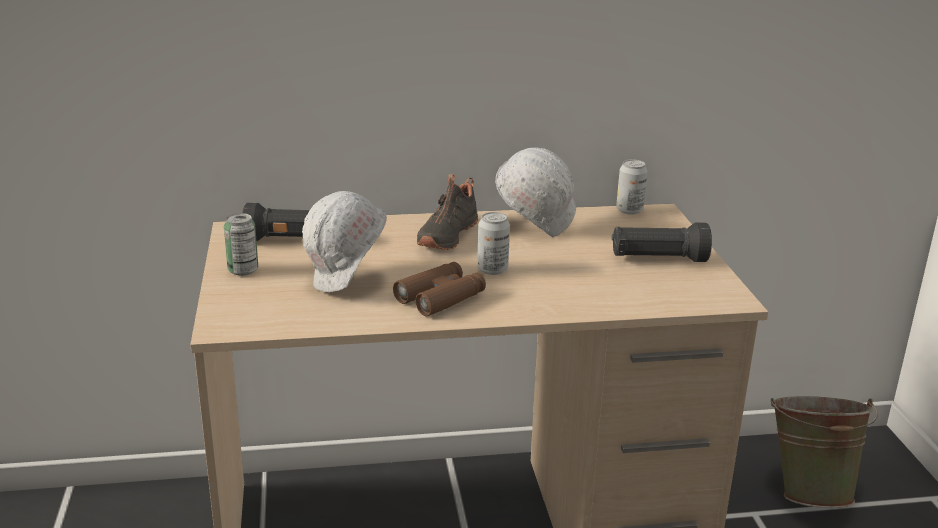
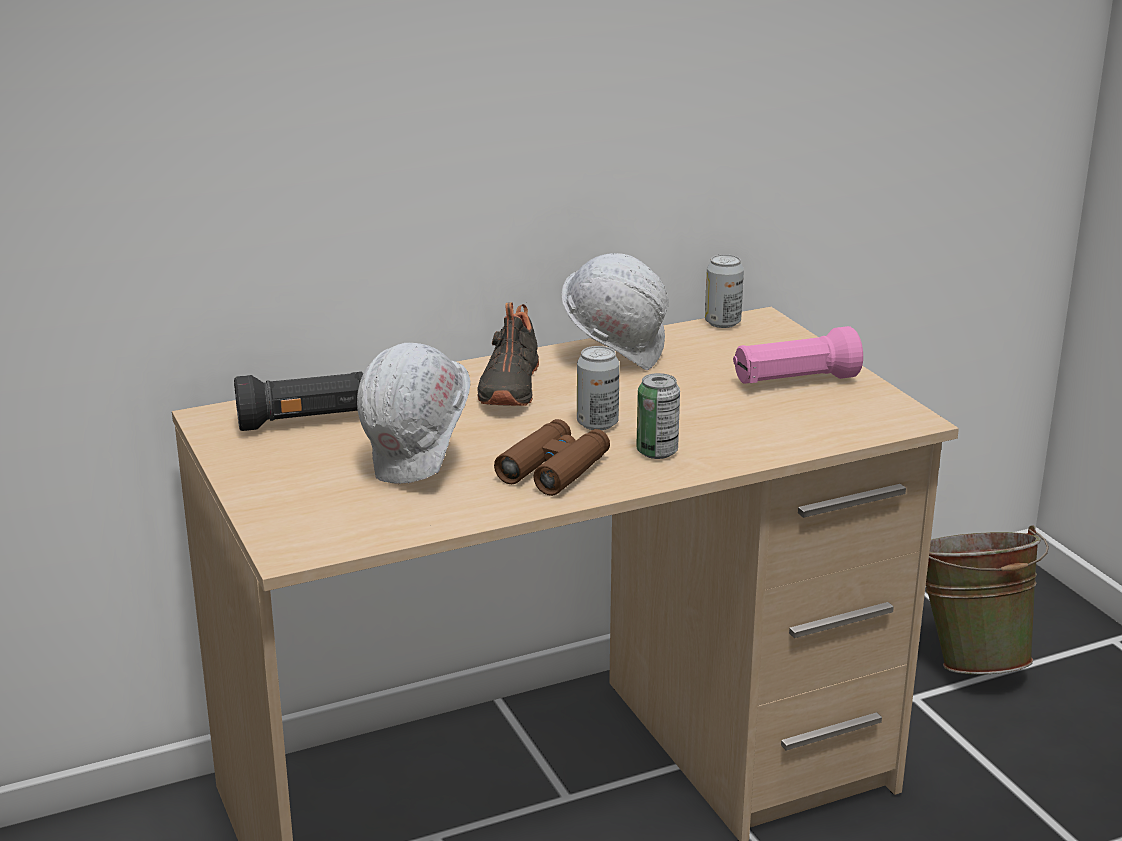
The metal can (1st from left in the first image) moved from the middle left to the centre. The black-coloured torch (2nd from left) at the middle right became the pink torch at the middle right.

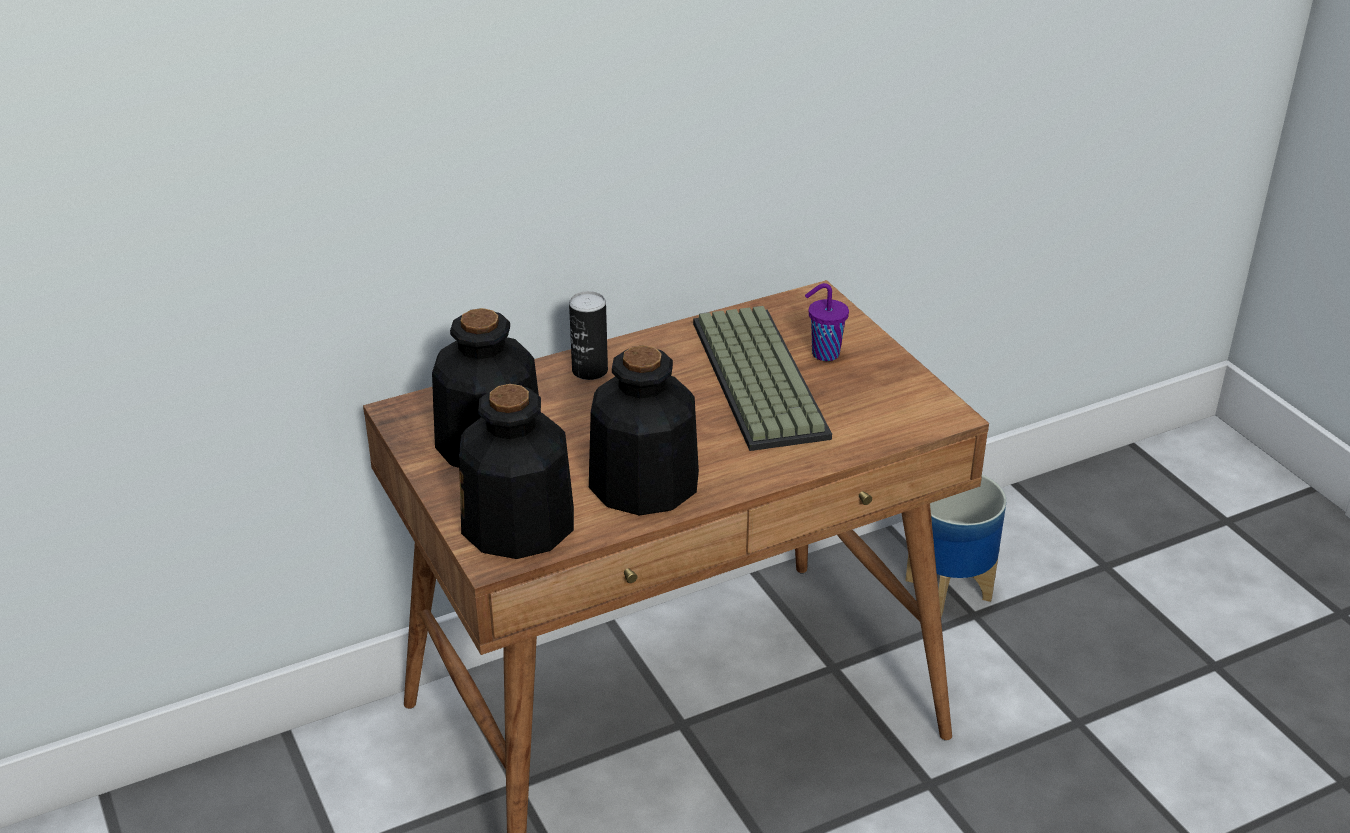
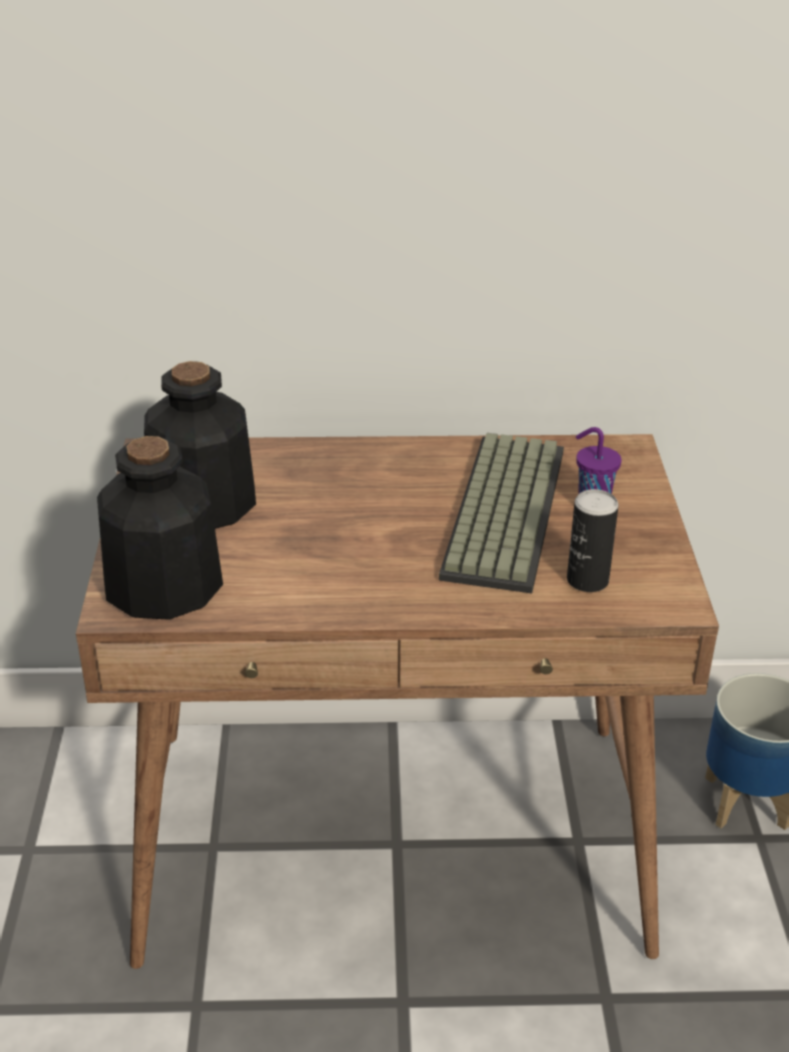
The metal can moved from the centre to the middle right. The drink bottle (3rd from left) at the centre disappeared.

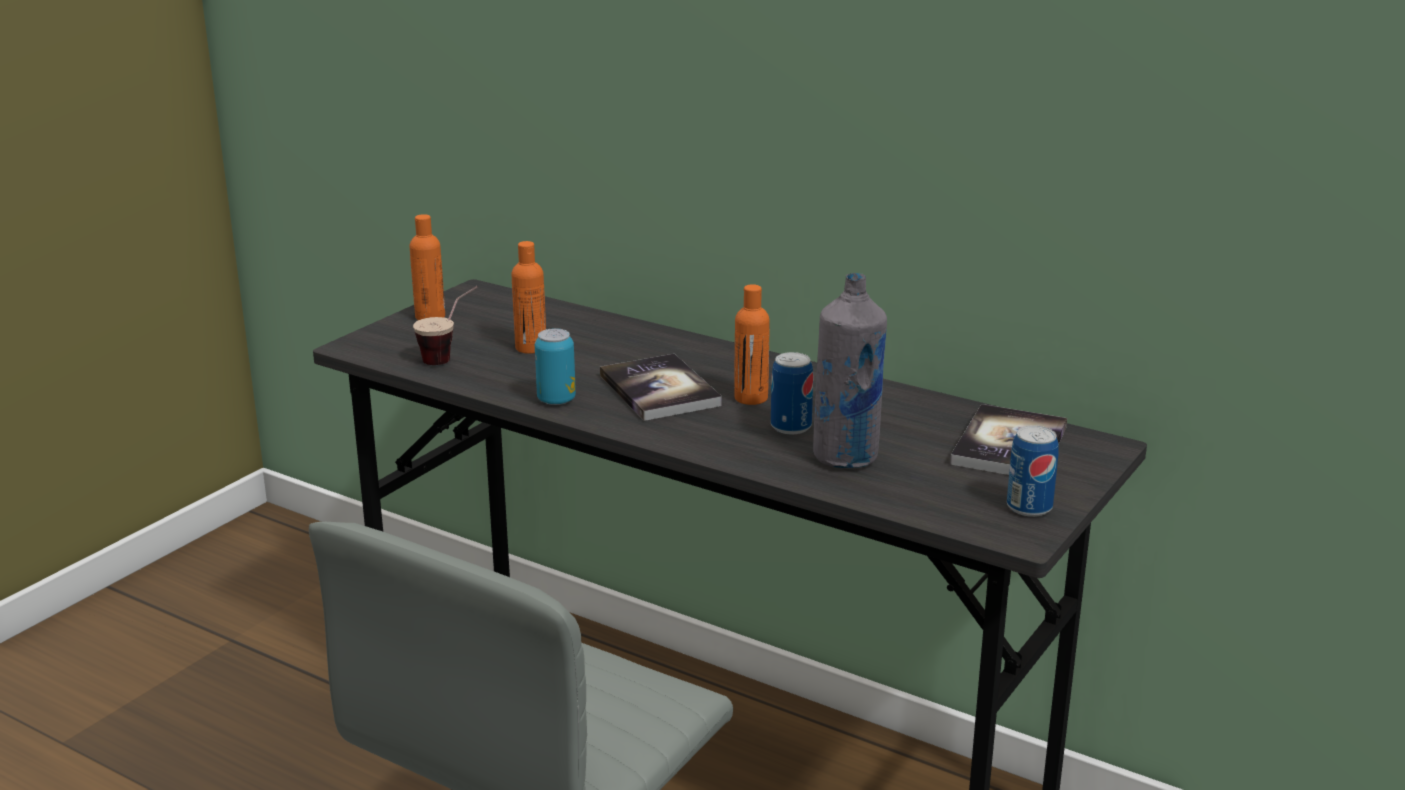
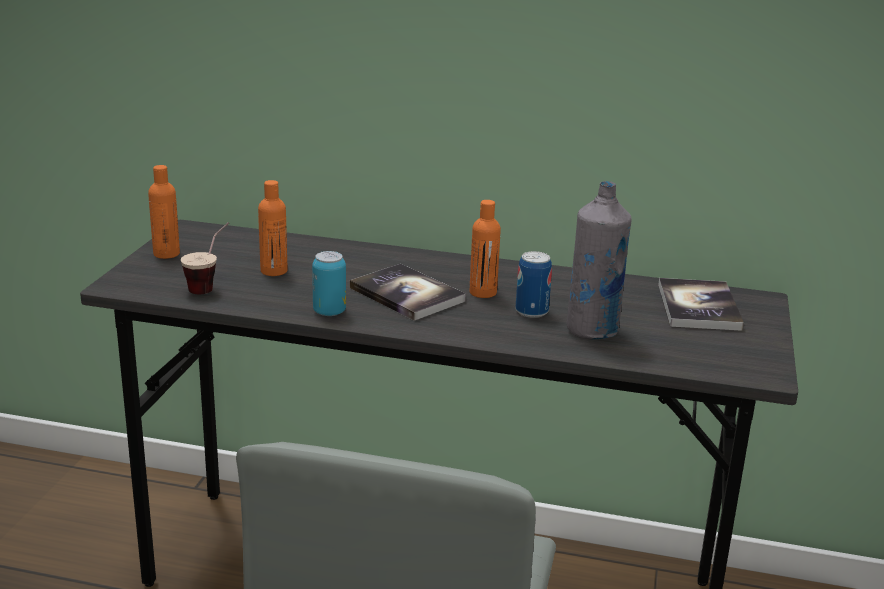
The metal can (3rd from left) at the middle right disappeared.

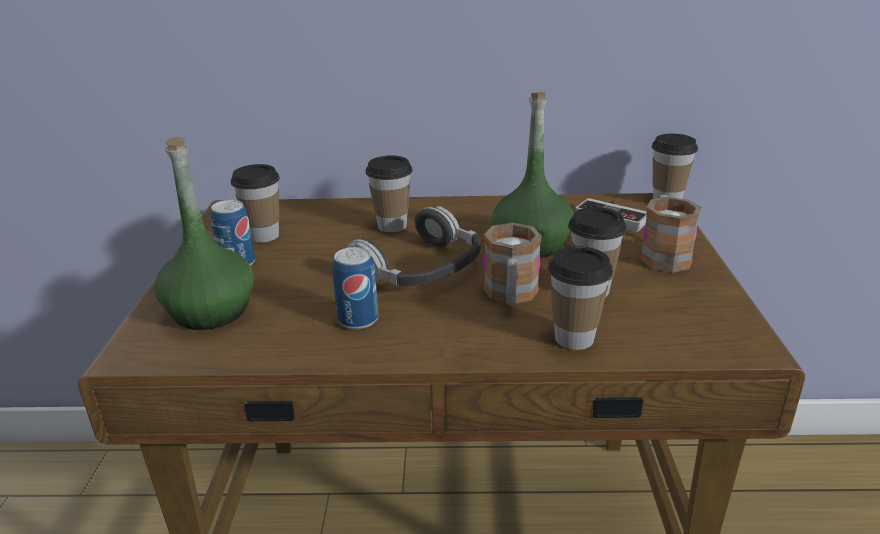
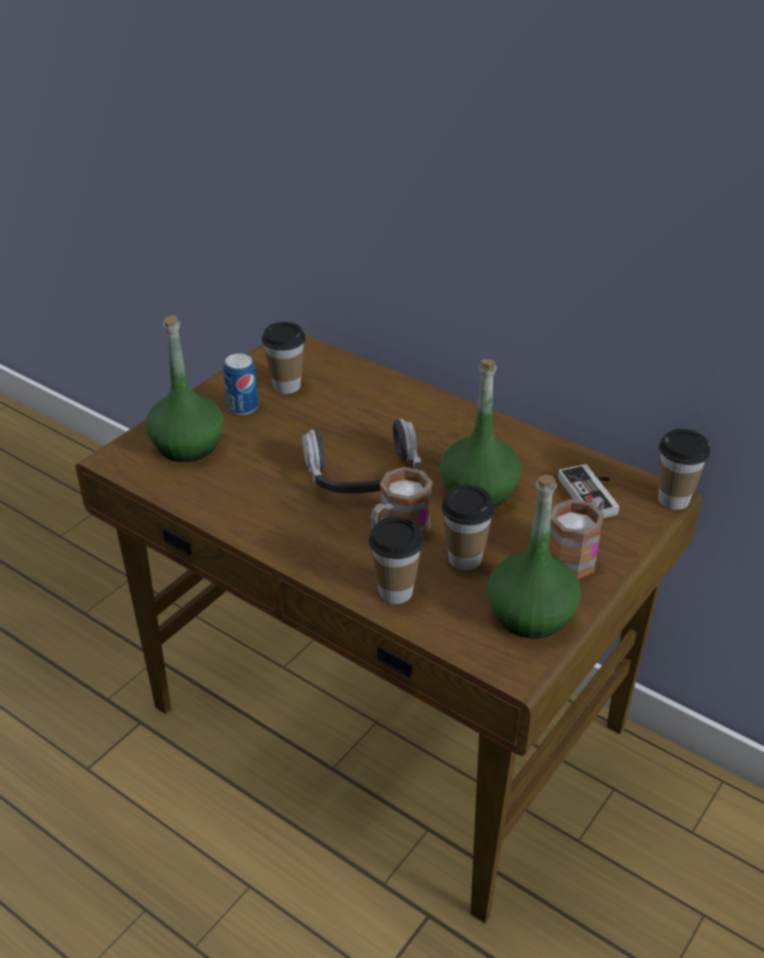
The green-coloured drink bottle (3rd from left) at the middle right appeared. The metal can (2nd from left) at the centre disappeared. The cup (2nd from left) at the centre disappeared.

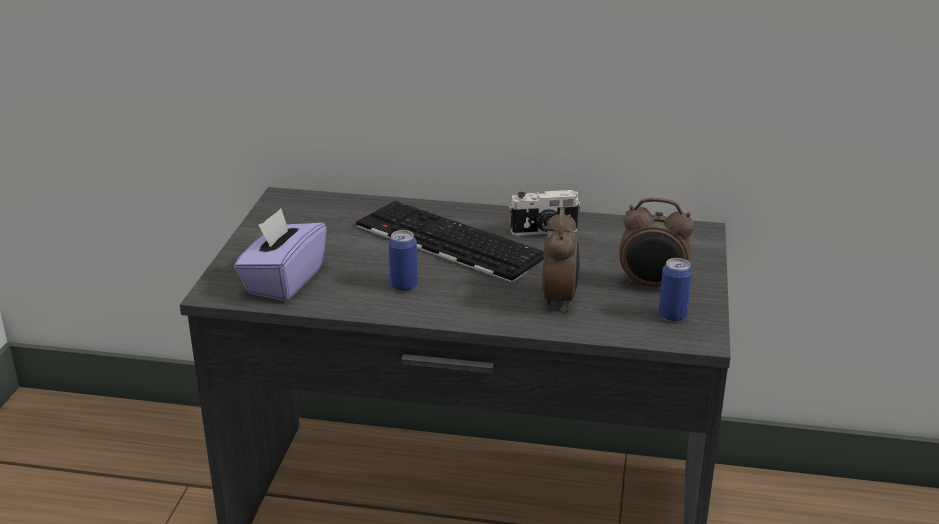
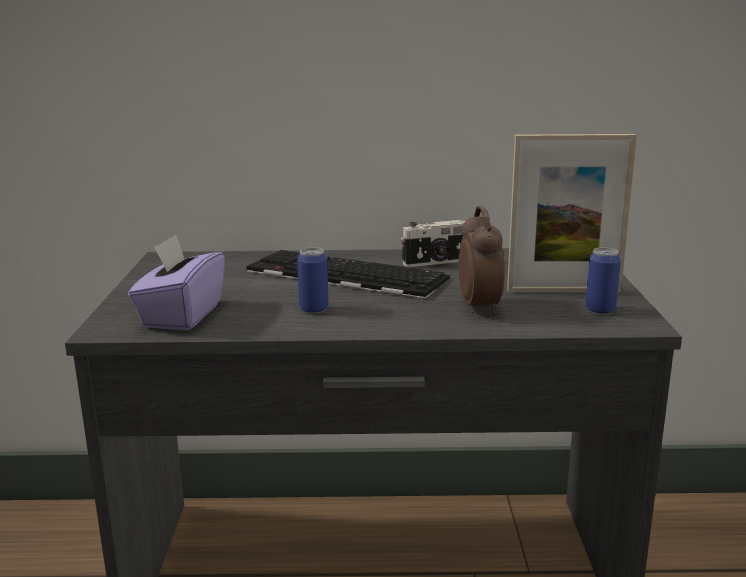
The alarm clock (2nd from left) at the middle right was replaced by the photo frame at the middle right.

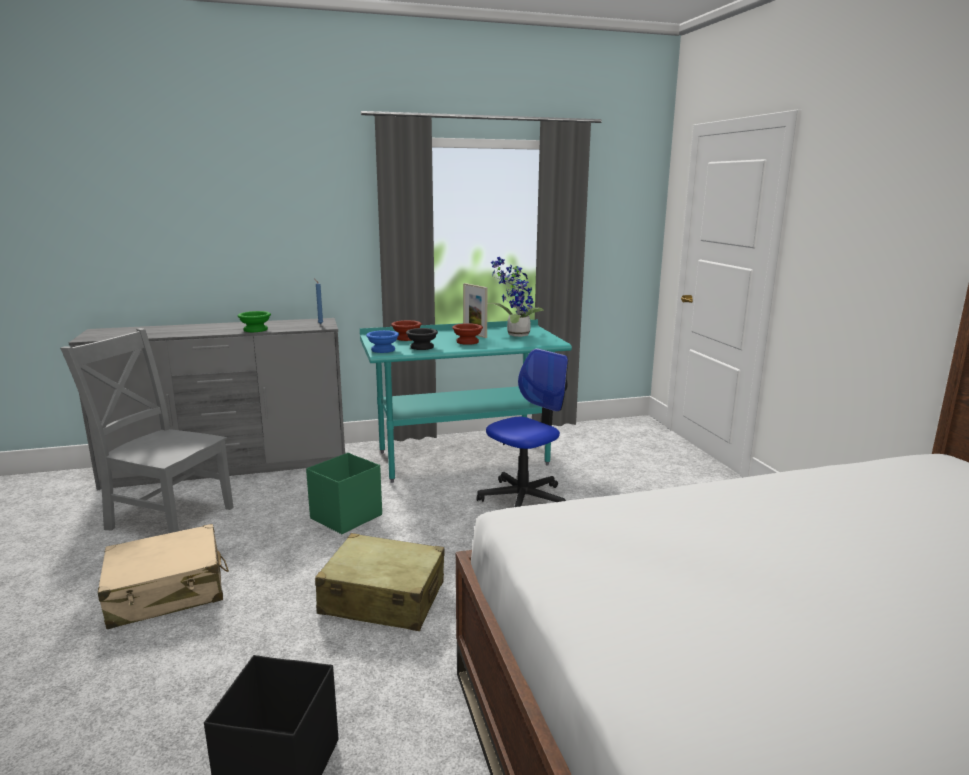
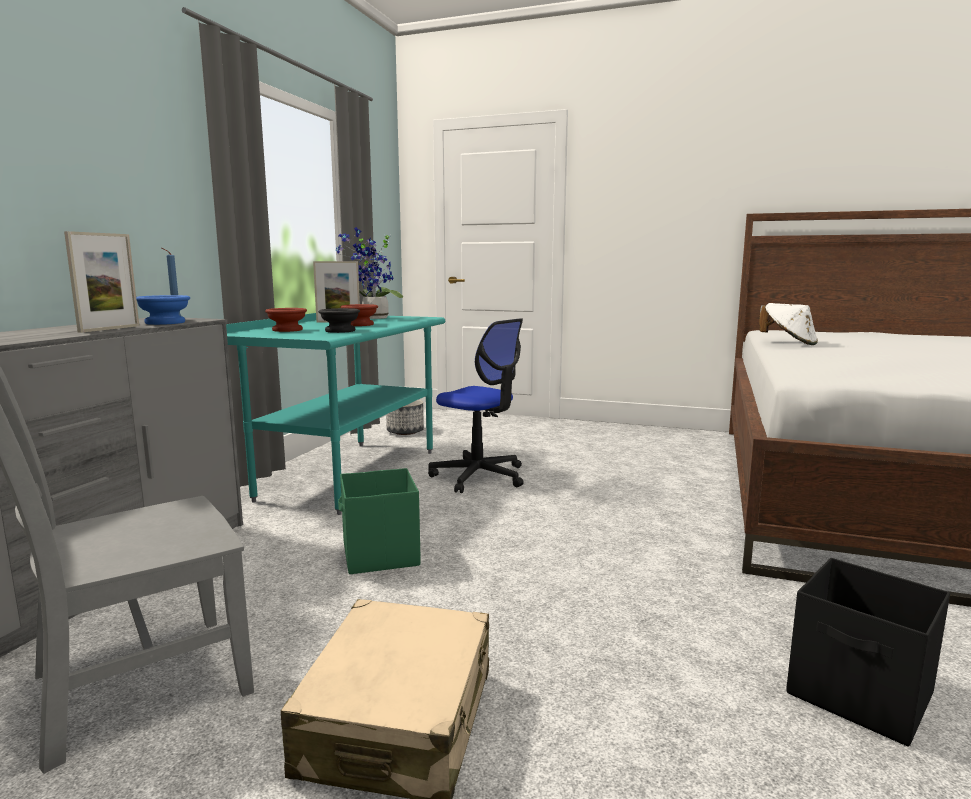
The green-coloured bowl at the middle left was replaced by the photo frame (1st from left) at the middle left. The blue bowl moved from the centre to the middle left. The plant pot at the centre appeared. The desk chair at the centre turned 135 degrees clockwise. The white hat at the middle right appeared. The beige-coloured suitcase (2nd from left) at the bottom centre disappeared.

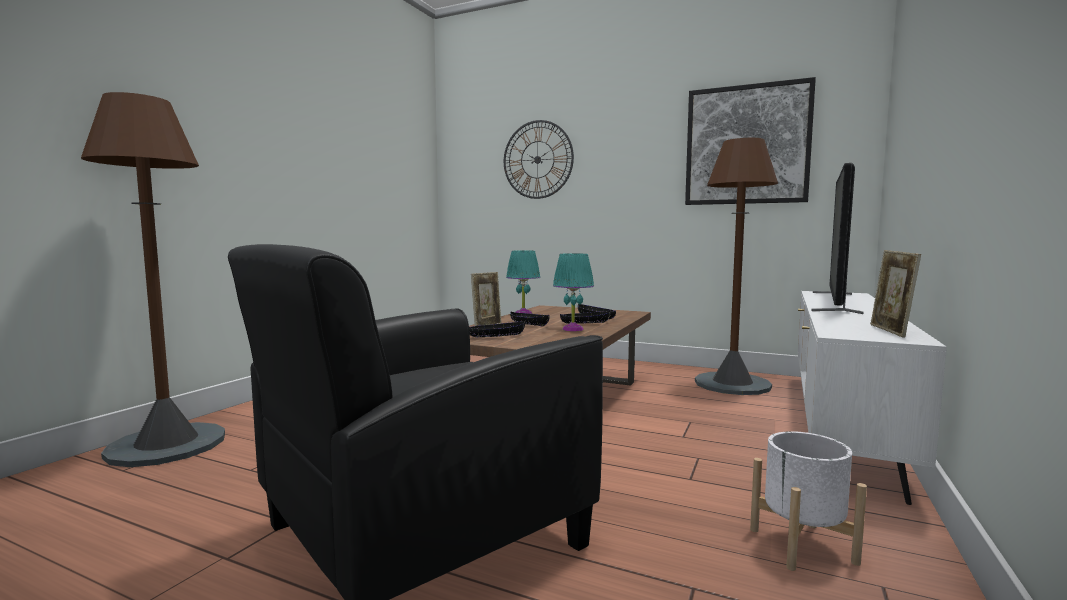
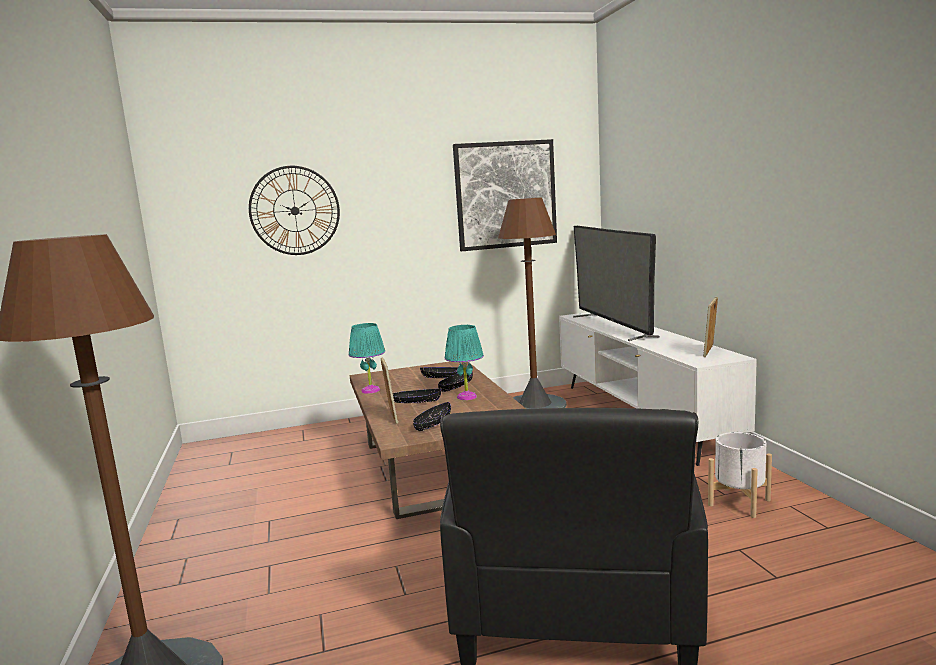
The photo frame (2nd from left) at the middle right turned 60 degrees clockwise.

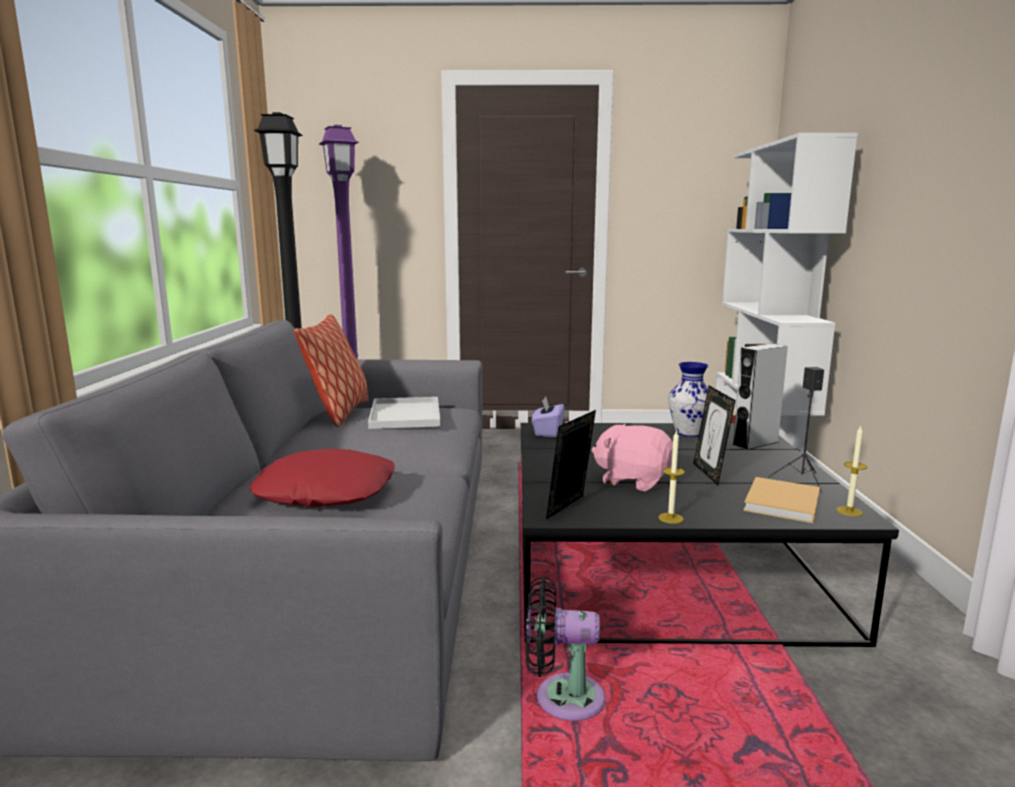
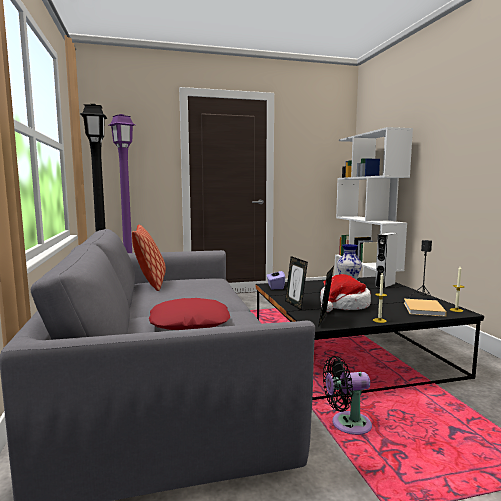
The photo frame (2nd from left in the first image) moved from the middle right to the centre. The pink soft toy at the centre was replaced by the hat at the middle right. The white serving tray at the centre disappeared.

